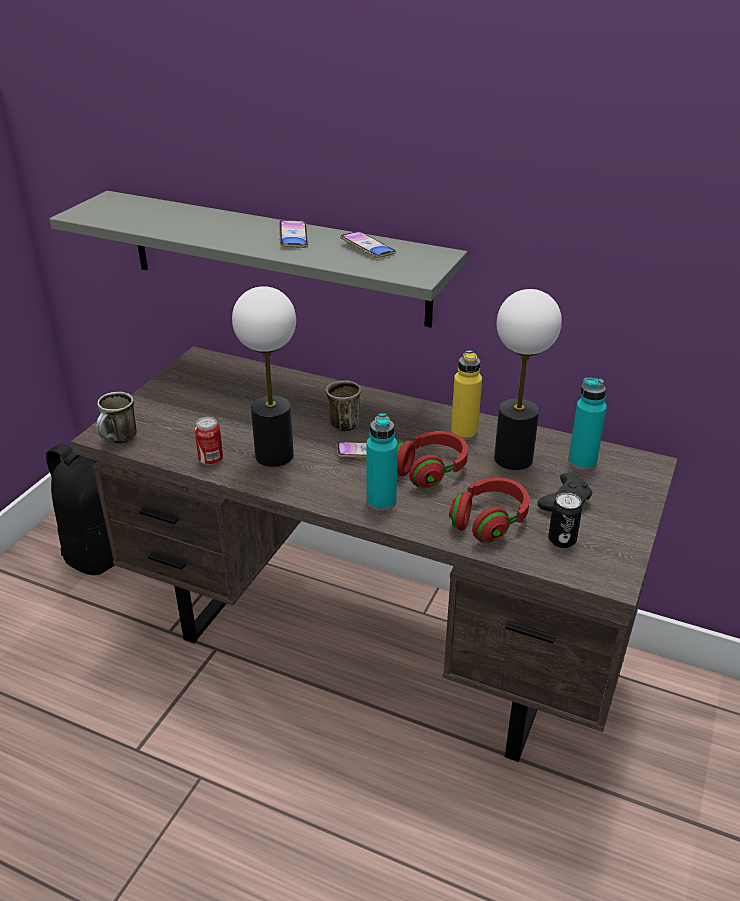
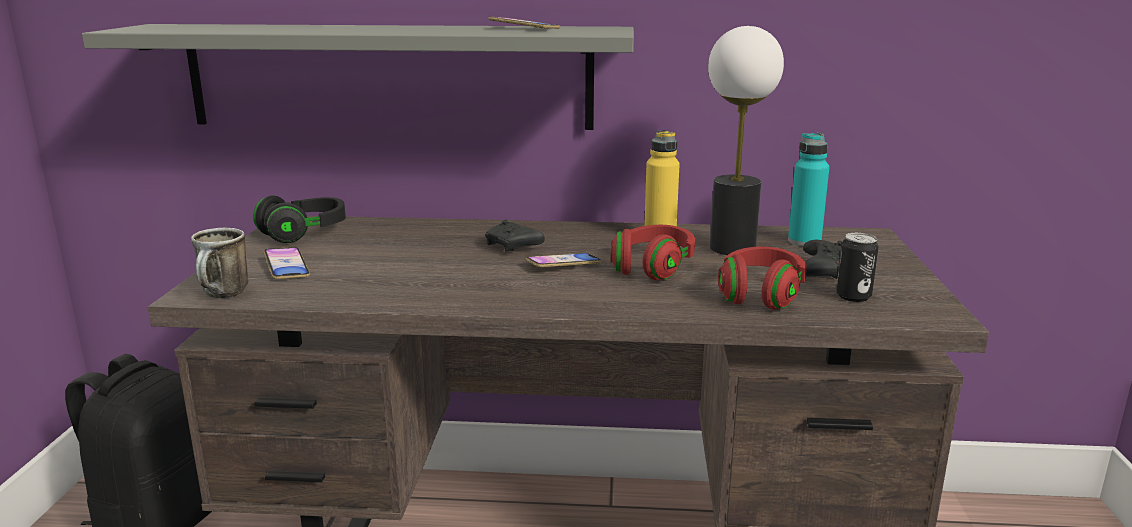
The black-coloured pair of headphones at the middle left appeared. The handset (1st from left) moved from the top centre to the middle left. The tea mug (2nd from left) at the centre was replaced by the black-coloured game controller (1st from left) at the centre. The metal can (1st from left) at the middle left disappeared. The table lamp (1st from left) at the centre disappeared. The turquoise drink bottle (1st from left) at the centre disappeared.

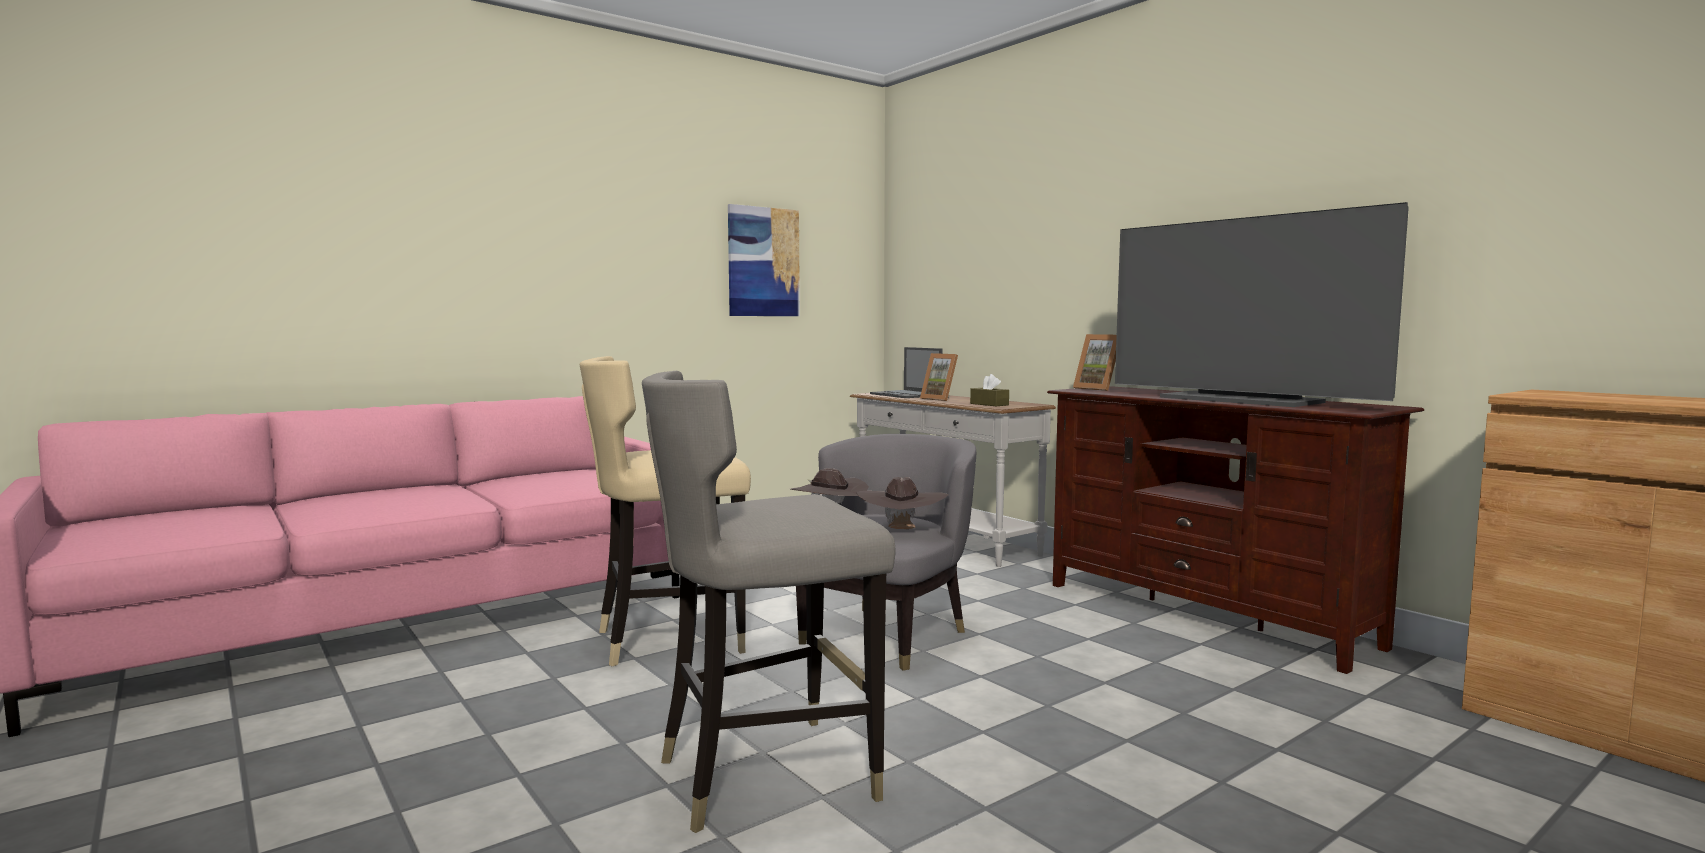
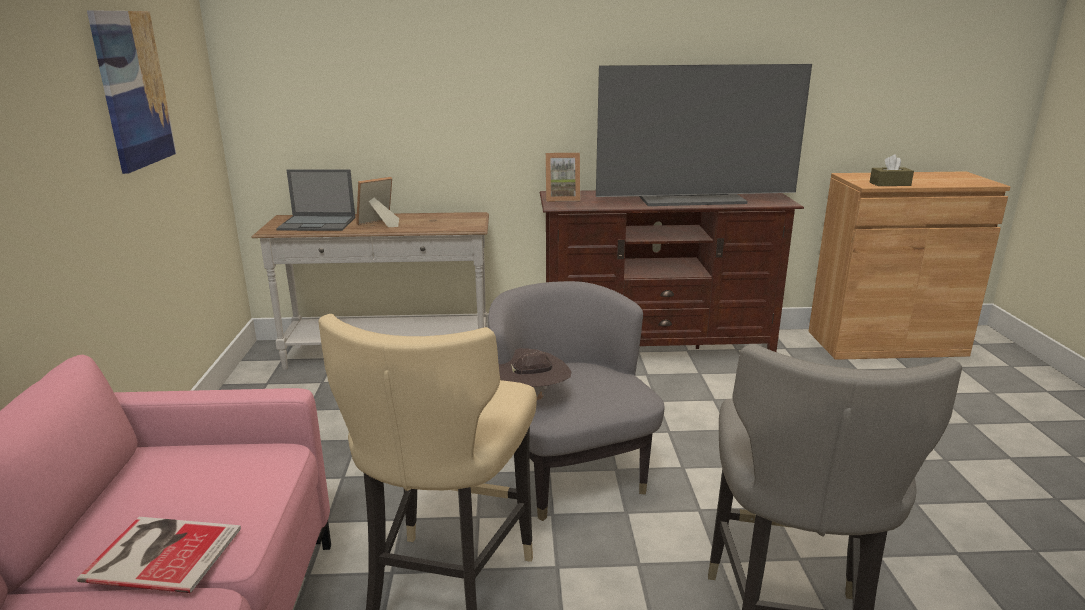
The bound book at the bottom left appeared. The photo frame (1st from left) at the centre turned 150 degrees clockwise. The brown tissue box moved from the centre to the top right. The brown hat (2nd from left) at the centre disappeared.

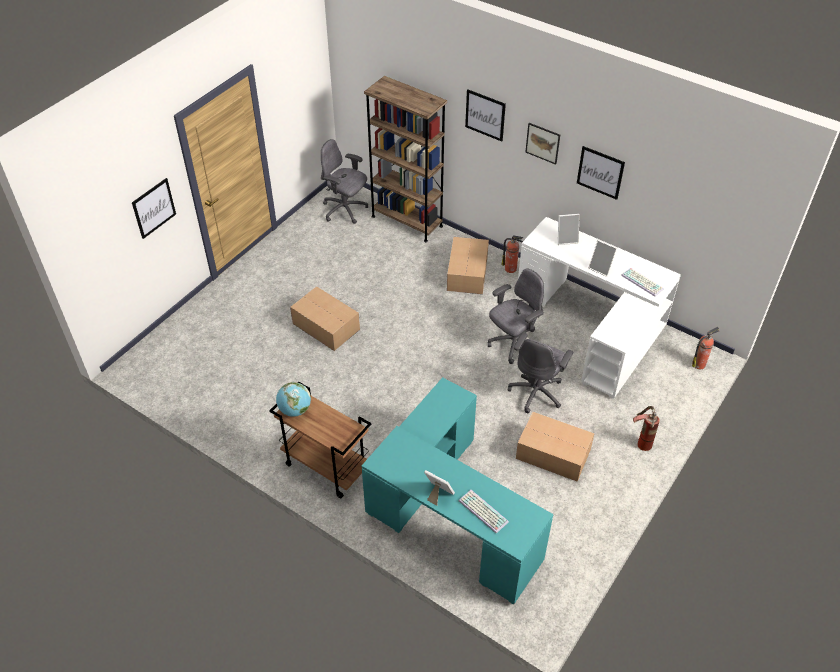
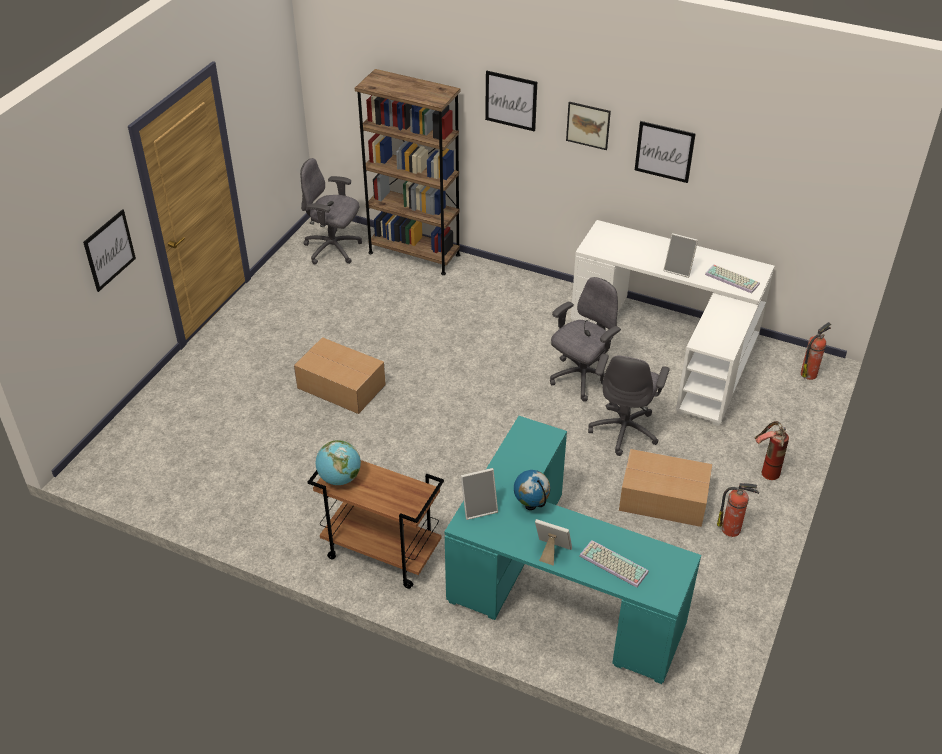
The photo frame (2nd from left in the first image) moved from the middle right to the centre. The globe (2nd from left) at the centre appeared. The fire extinguisher (1st from left) moved from the centre to the bottom right. The packing box (2nd from left) at the centre disappeared.

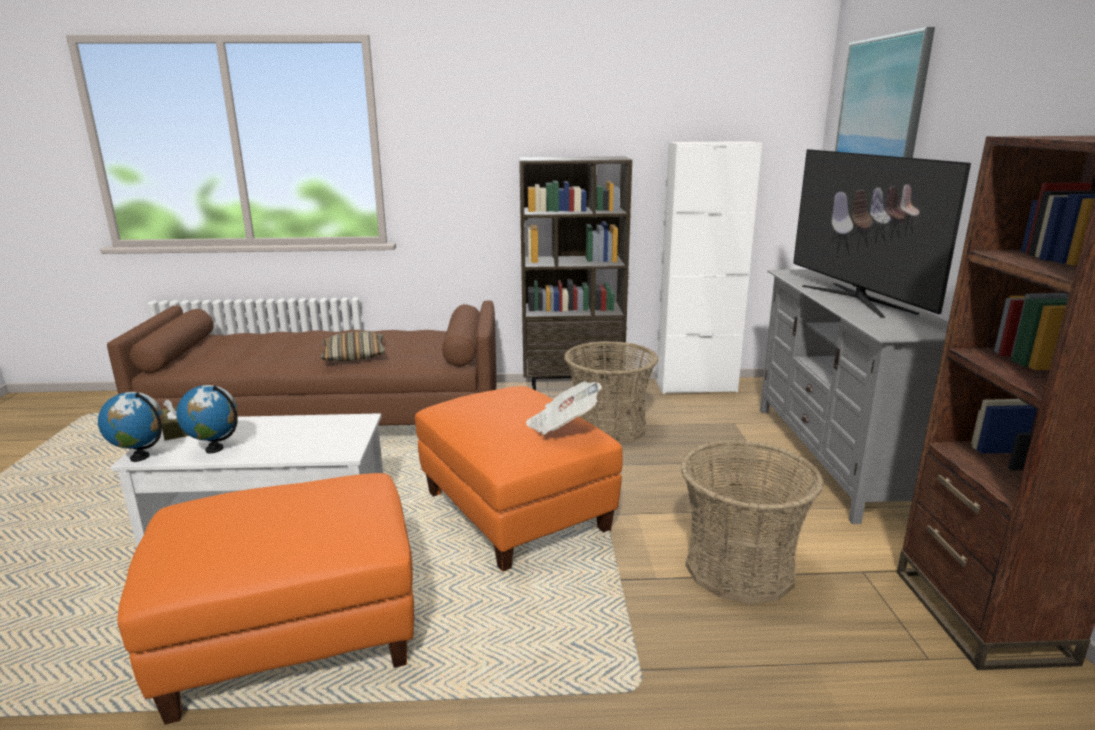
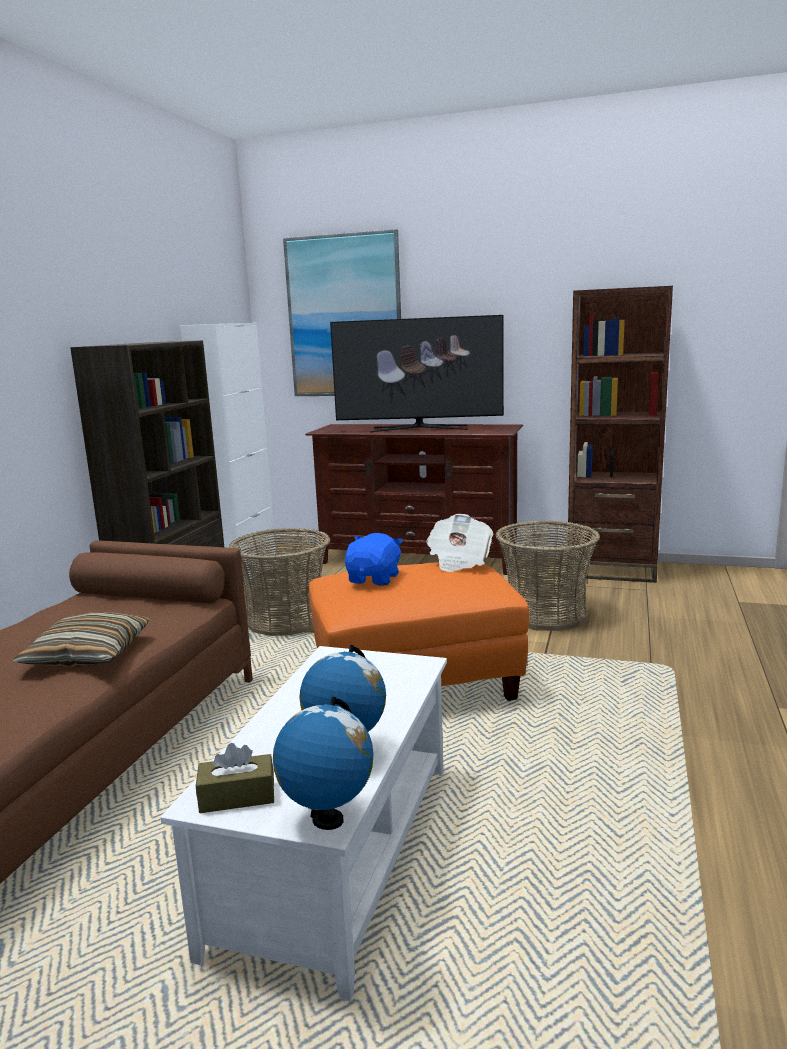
The gray tv stand at the middle right became the brown tv stand at the centre. The blue soft toy at the centre appeared. The orangey ottoman (1st from left) at the bottom left disappeared.

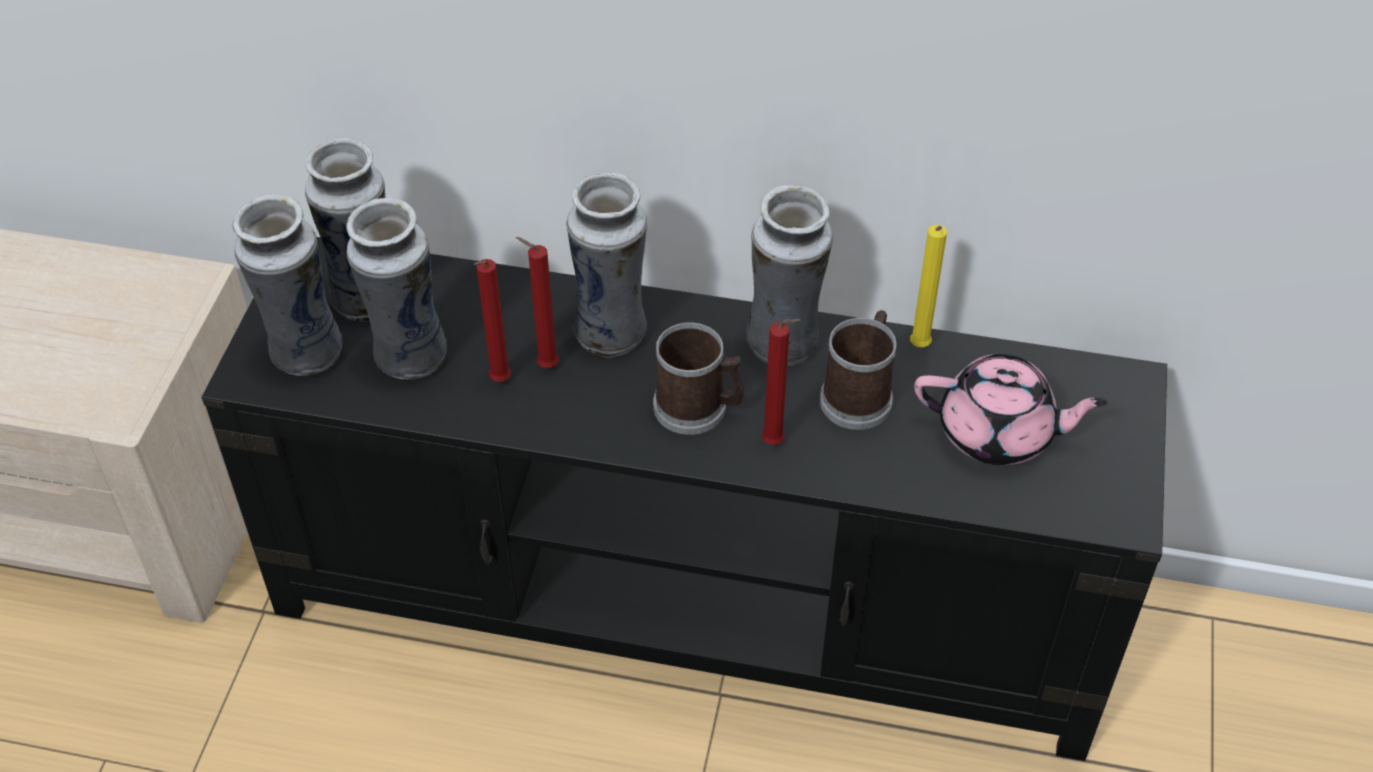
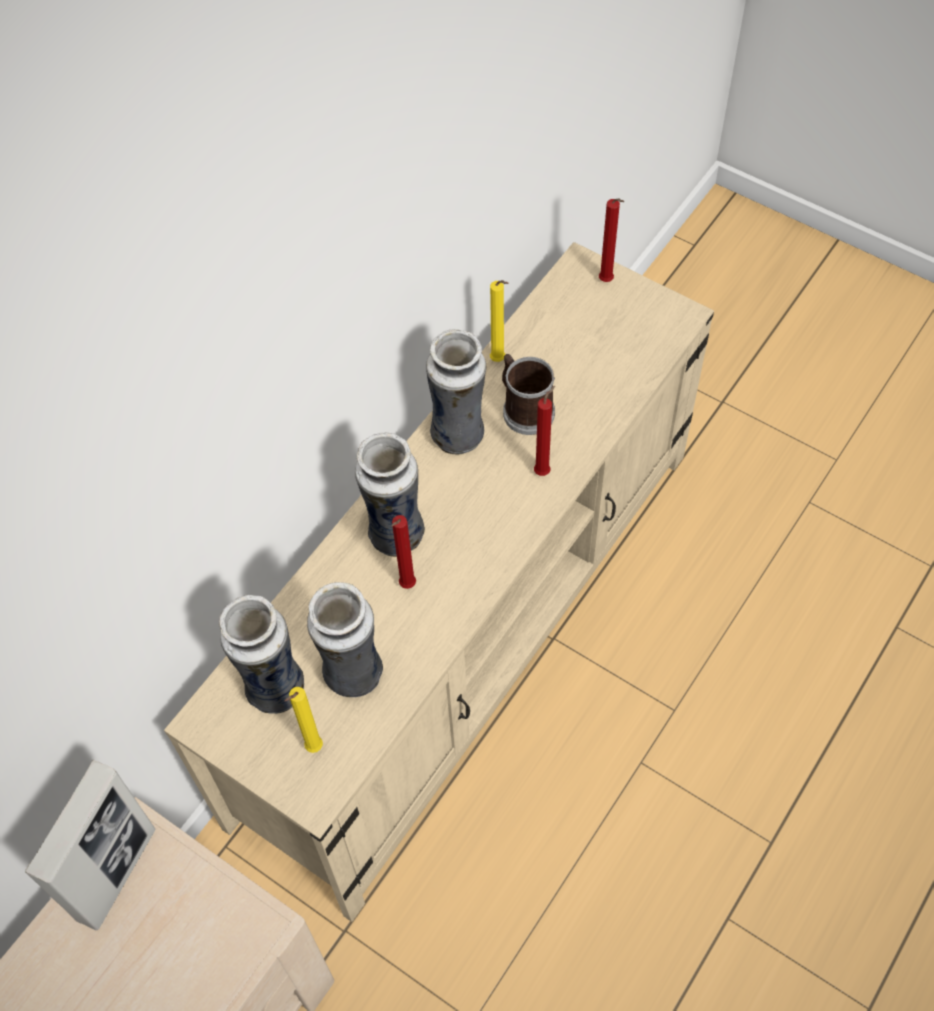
The photo frame at the bottom left appeared. The black-coloured tv stand at the centre became the beige-coloured tv stand at the centre. The decorative vase (1st from left) at the middle left was replaced by the yellowish candle (1st from left) at the bottom left. The reddish candle (1st from left in the first image) moved from the centre to the top centre. The tea mug (1st from left) at the centre disappeared. The pink pot for tea at the middle right disappeared.

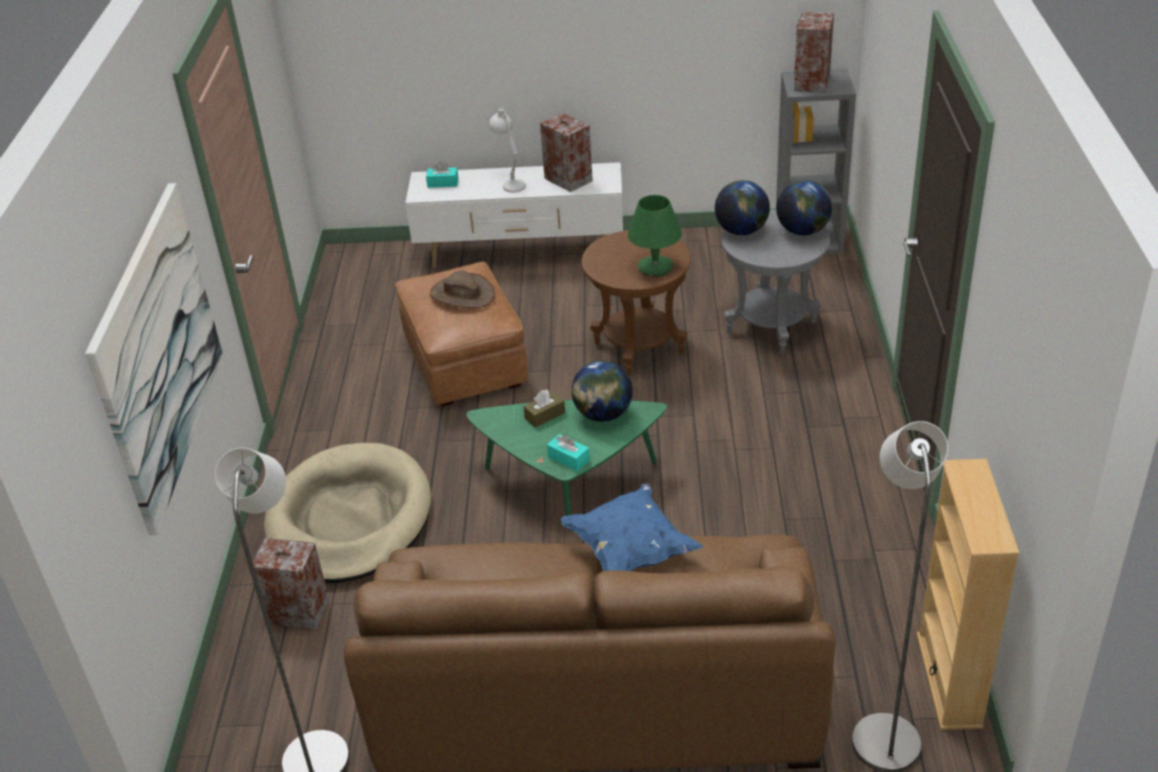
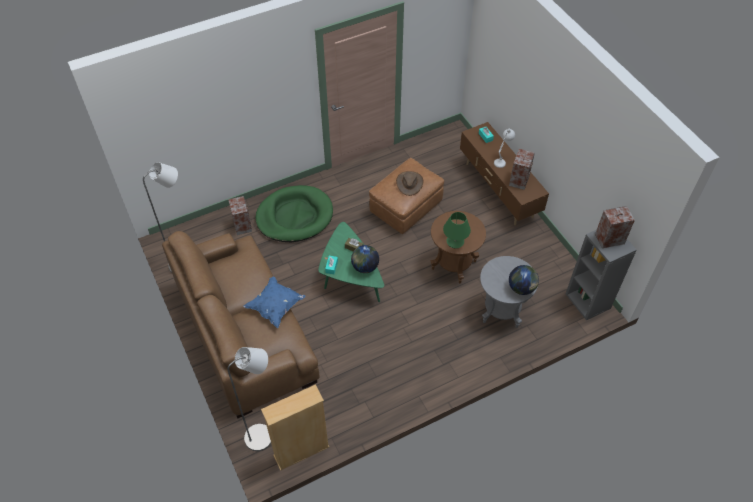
The beige-coloured dog cushion at the middle left became the green-coloured dog cushion at the centre. The white tv stand at the top centre became the brown tv stand at the middle right. The wall art at the middle left disappeared. The globe (2nd from left) at the top centre disappeared.

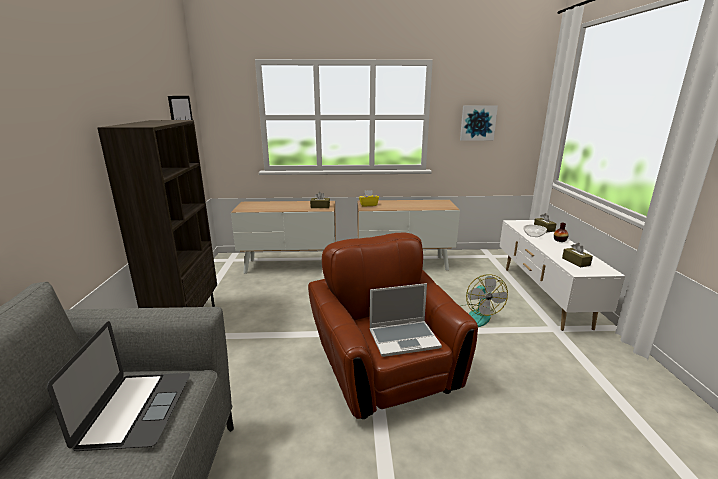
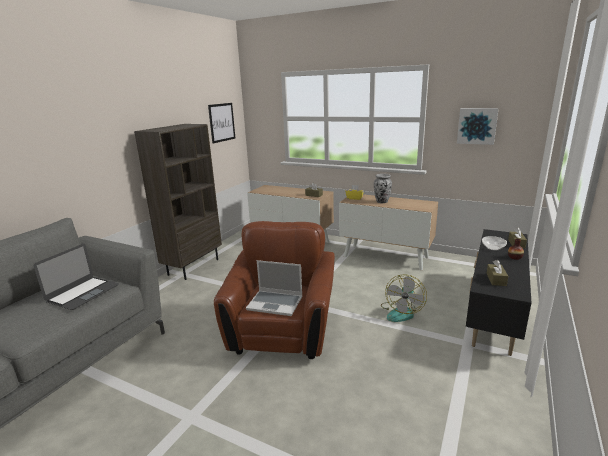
The decorative vase (1st from left) at the centre appeared. The white tv stand at the middle right became the black-coloured tv stand at the middle right.

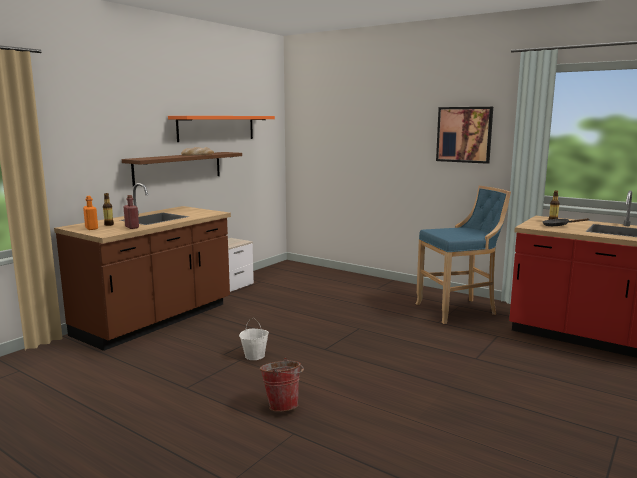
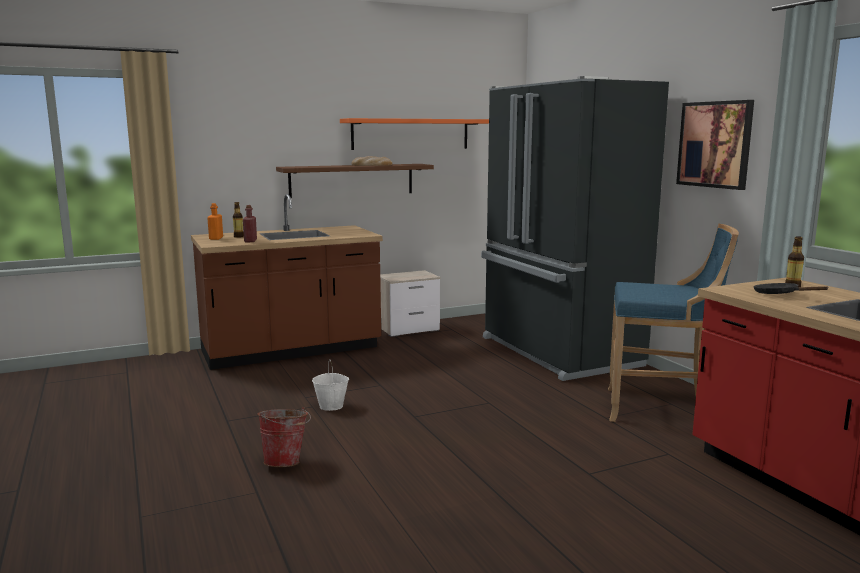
The black-coloured kitchen fridge at the middle right appeared.

